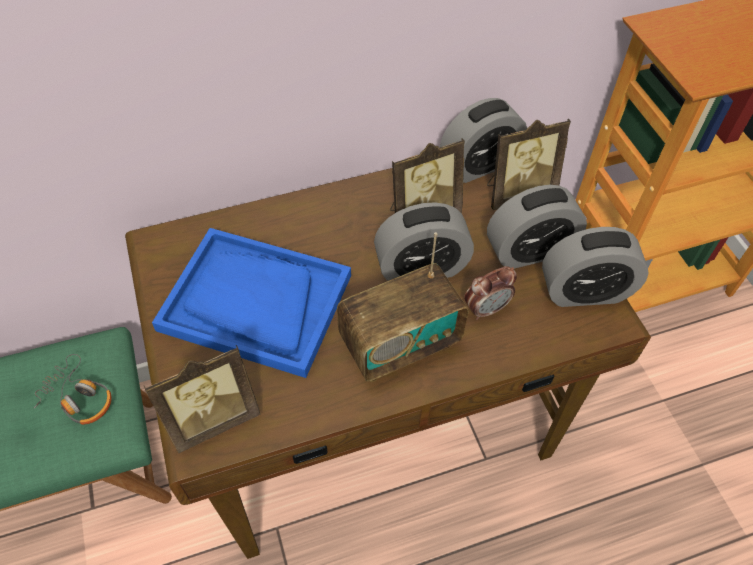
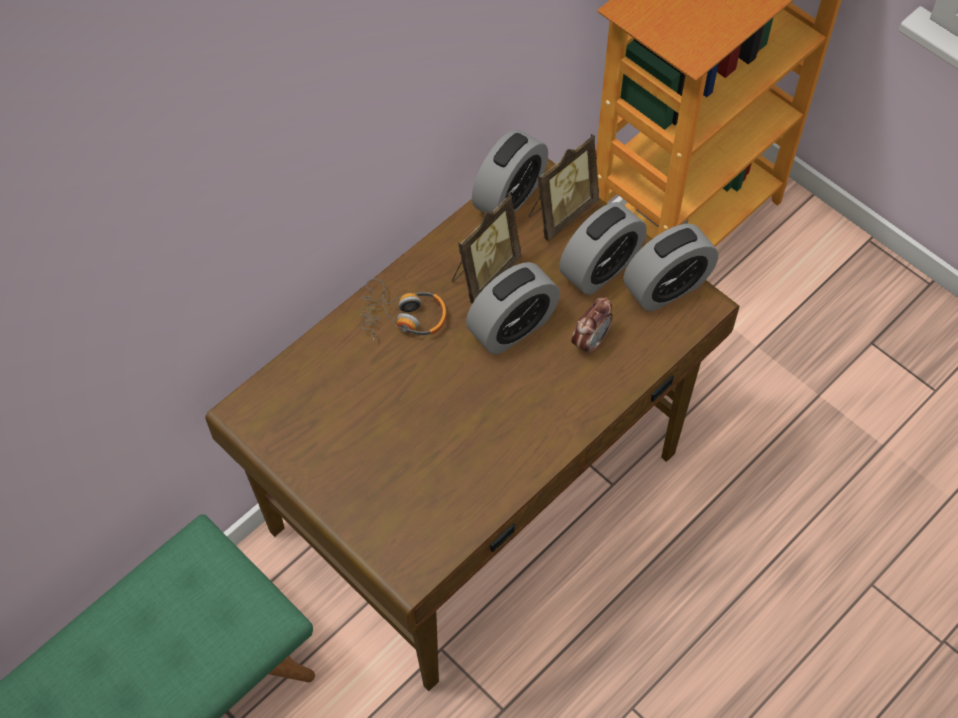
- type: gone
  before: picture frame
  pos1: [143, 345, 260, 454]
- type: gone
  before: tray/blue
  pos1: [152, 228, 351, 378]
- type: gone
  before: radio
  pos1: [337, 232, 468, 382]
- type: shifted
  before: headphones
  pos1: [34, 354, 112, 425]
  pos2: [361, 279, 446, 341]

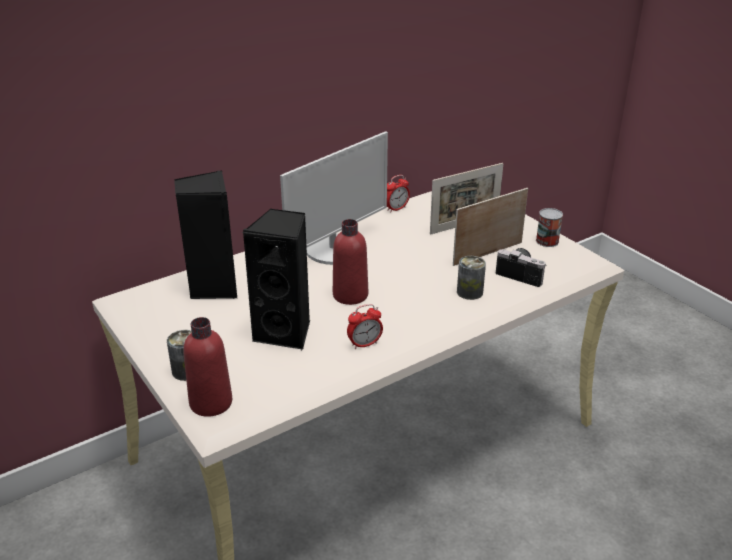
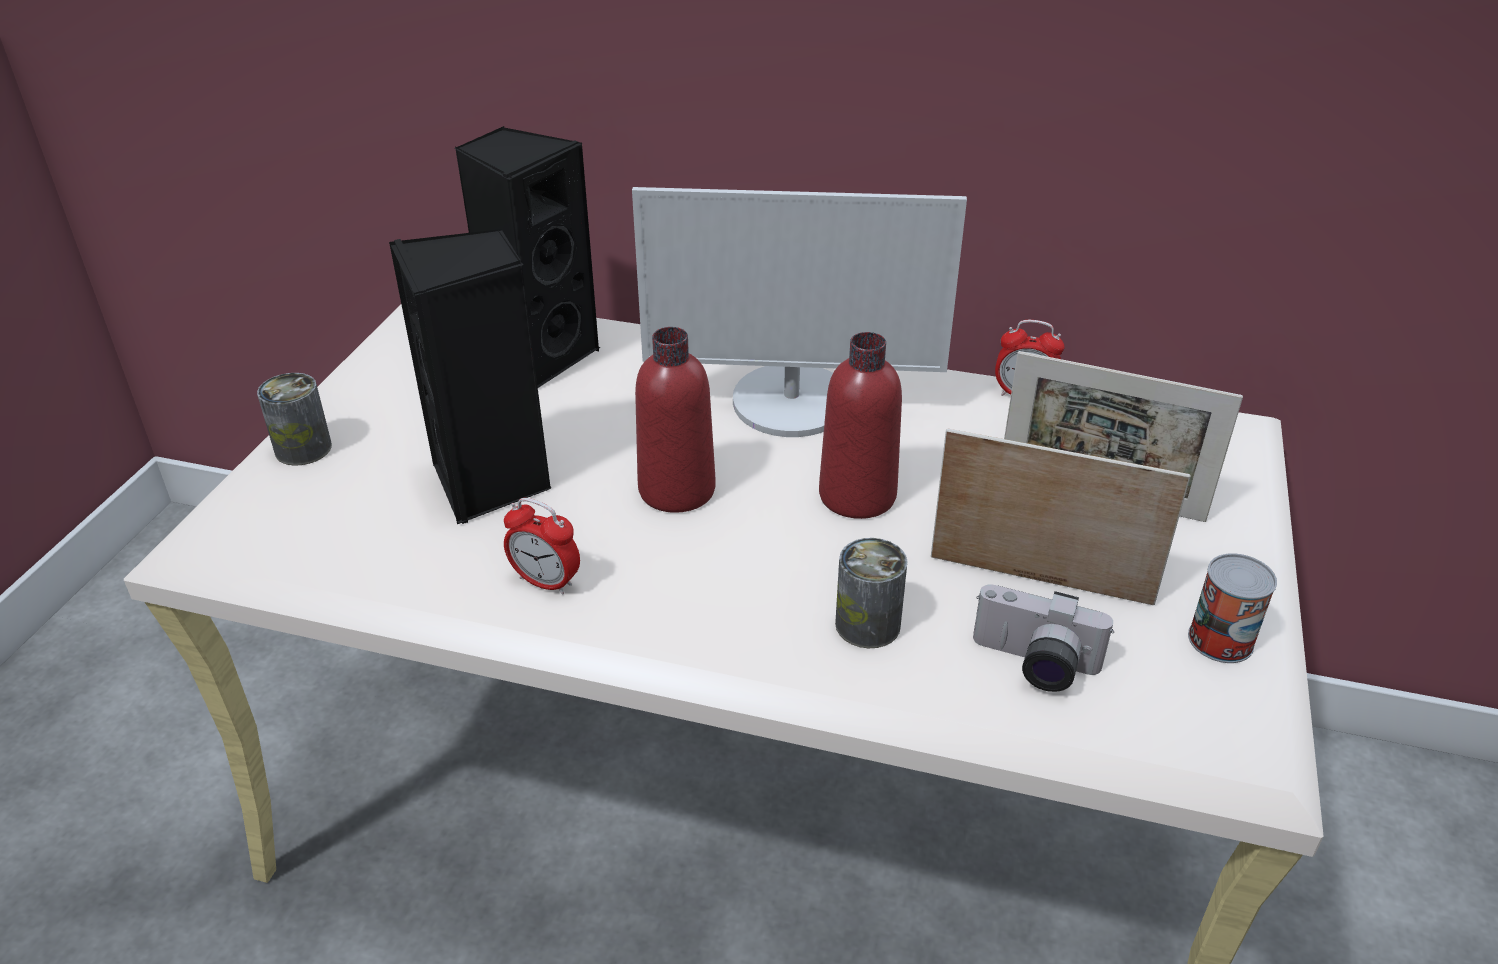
- type: shifted
  before: bottle/red
  pos1: [183, 317, 232, 417]
  pos2: [819, 332, 902, 519]
- type: rotated
  before: photo camera
  pos1: [496, 248, 546, 287]
  pos2: [973, 584, 1114, 692]
  turn: 120

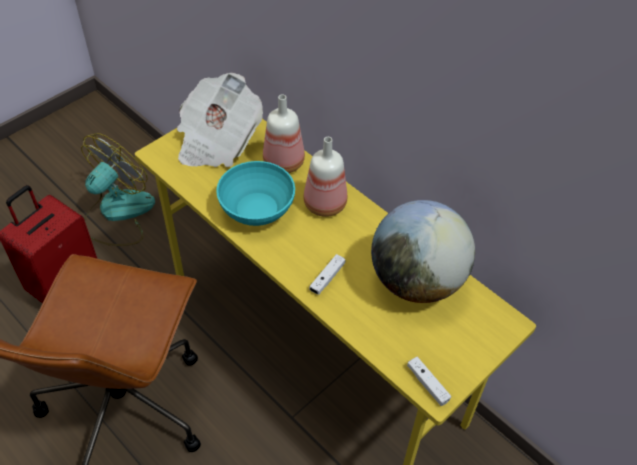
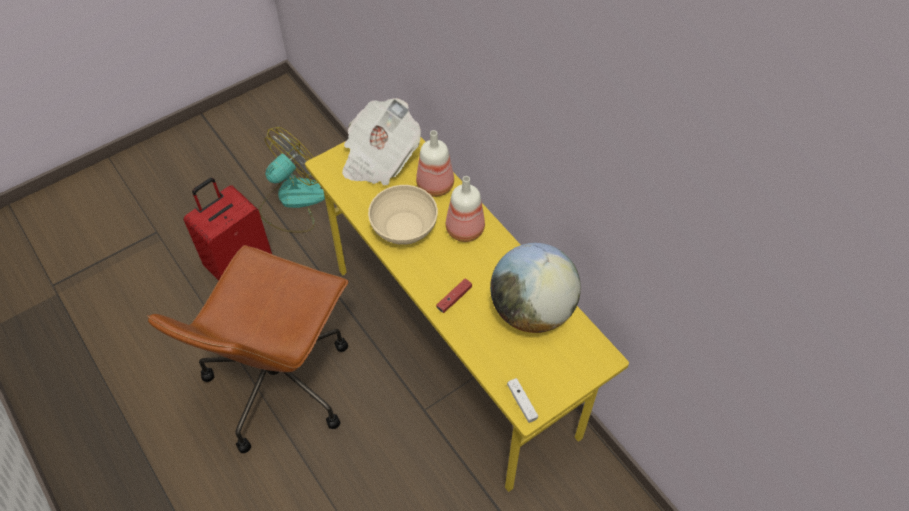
- type: repainted
  before: bowl/turquoise
  after: bowl/beige
  pos1: [216, 161, 295, 226]
  pos2: [368, 185, 438, 245]
- type: repainted
  before: game controller/white
  after: game controller/red
  pos1: [309, 254, 345, 295]
  pos2: [436, 279, 472, 313]

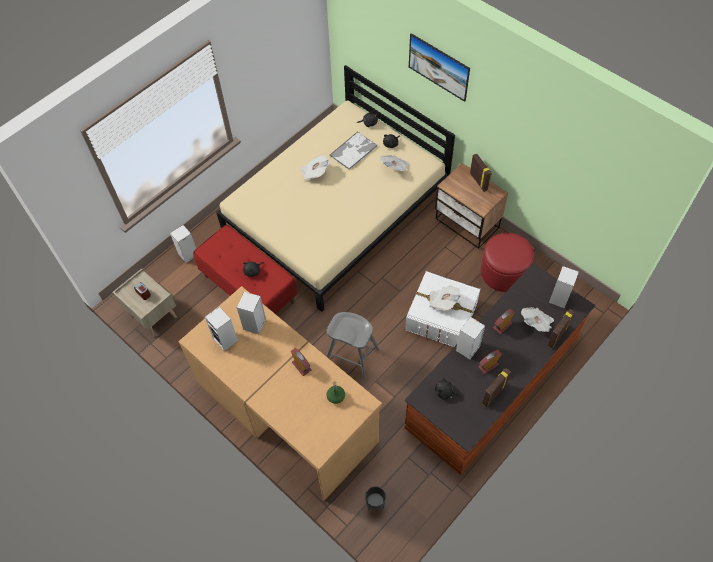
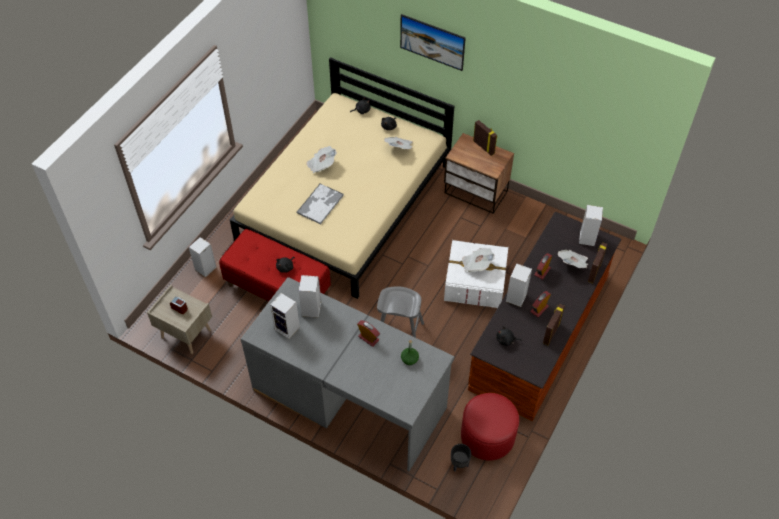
- type: shifted
  before: tray
  pos1: [330, 132, 377, 170]
  pos2: [296, 184, 344, 225]
- type: shifted
  before: ottoman/red
  pos1: [481, 233, 534, 292]
  pos2: [461, 393, 519, 461]
- type: repainted
  before: desk/brown
  after: desk/grey
  pos1: [178, 286, 382, 501]
  pos2: [241, 277, 454, 472]

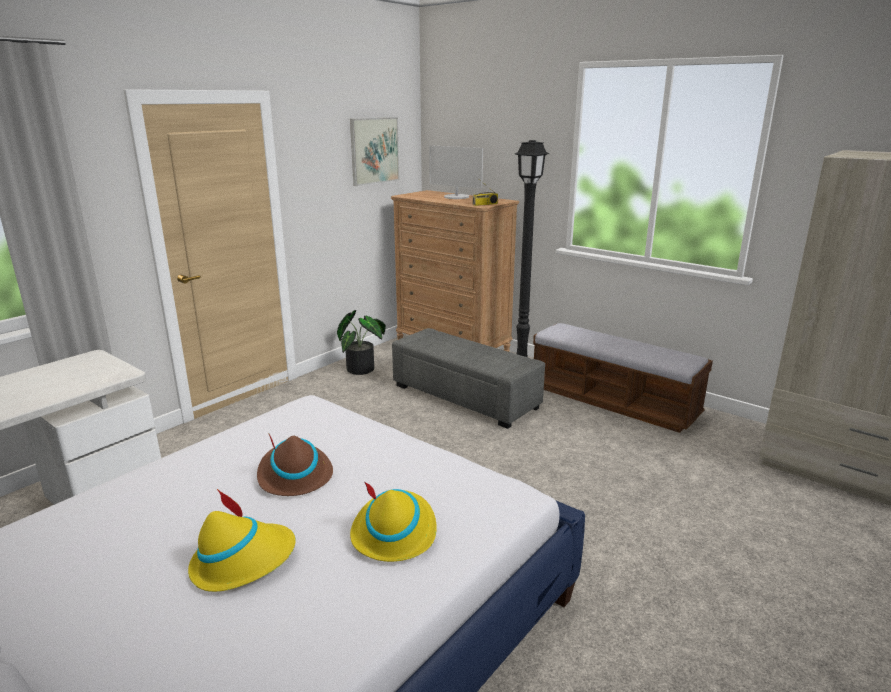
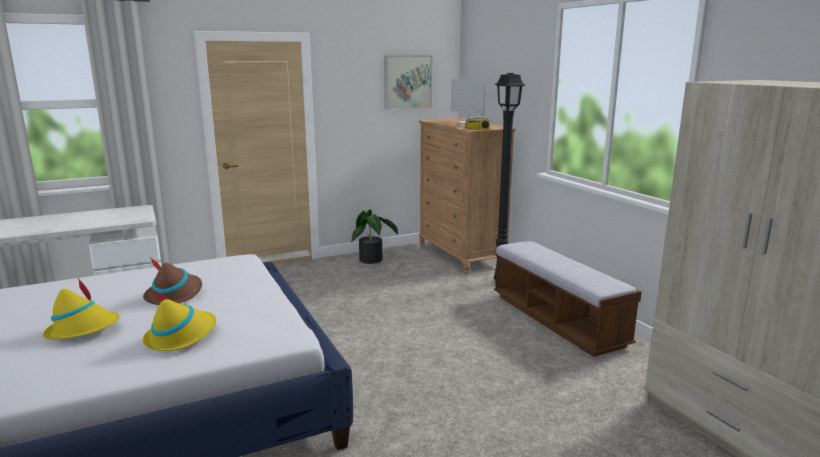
- type: gone
  before: ottoman/grey
  pos1: [392, 328, 545, 429]

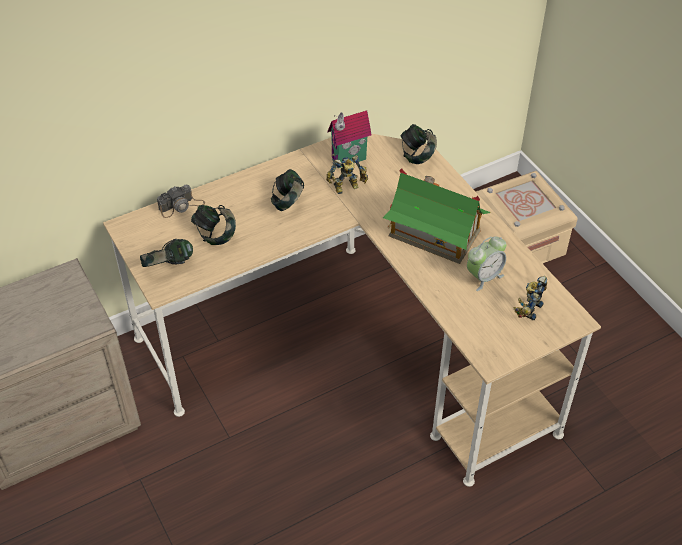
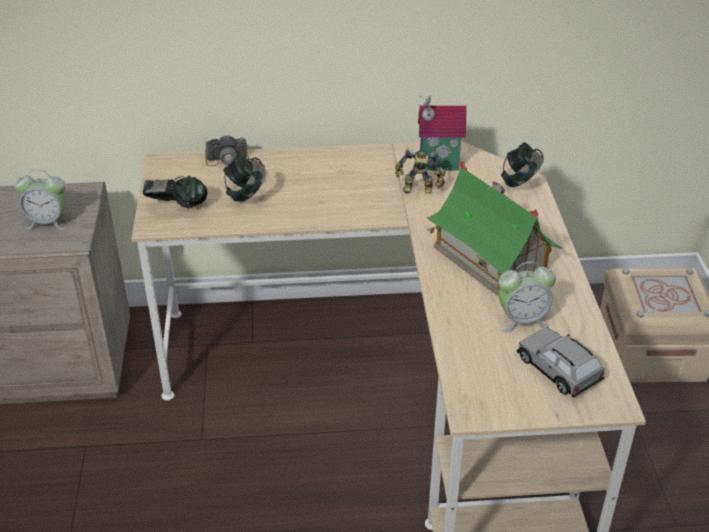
- type: gone
  before: headphones
  pos1: [271, 169, 304, 211]
- type: new
  after: alarm clock
  pos2: [15, 170, 67, 230]
- type: swapped
  before: toy robot
  after: toy car/grey
  pos1: [513, 276, 547, 320]
  pos2: [517, 327, 605, 397]

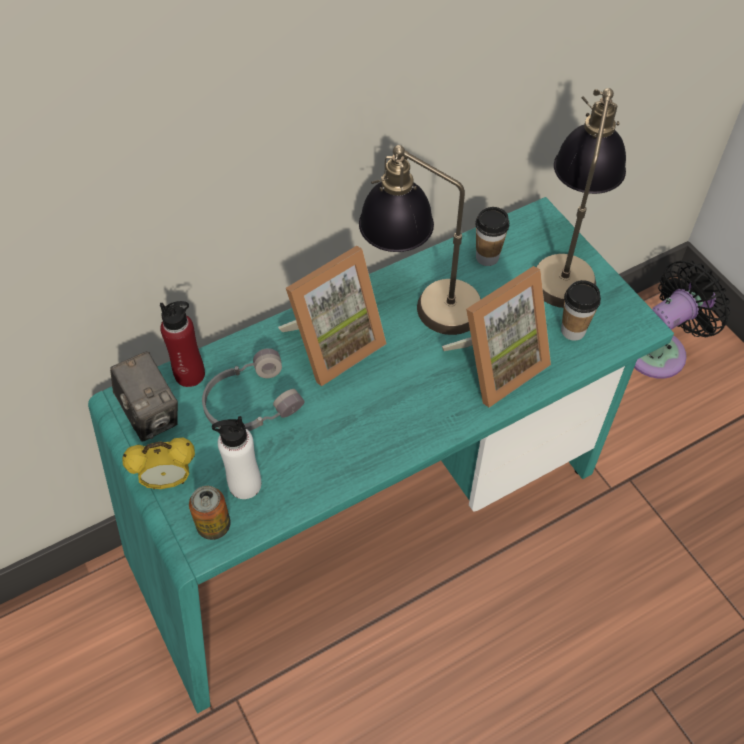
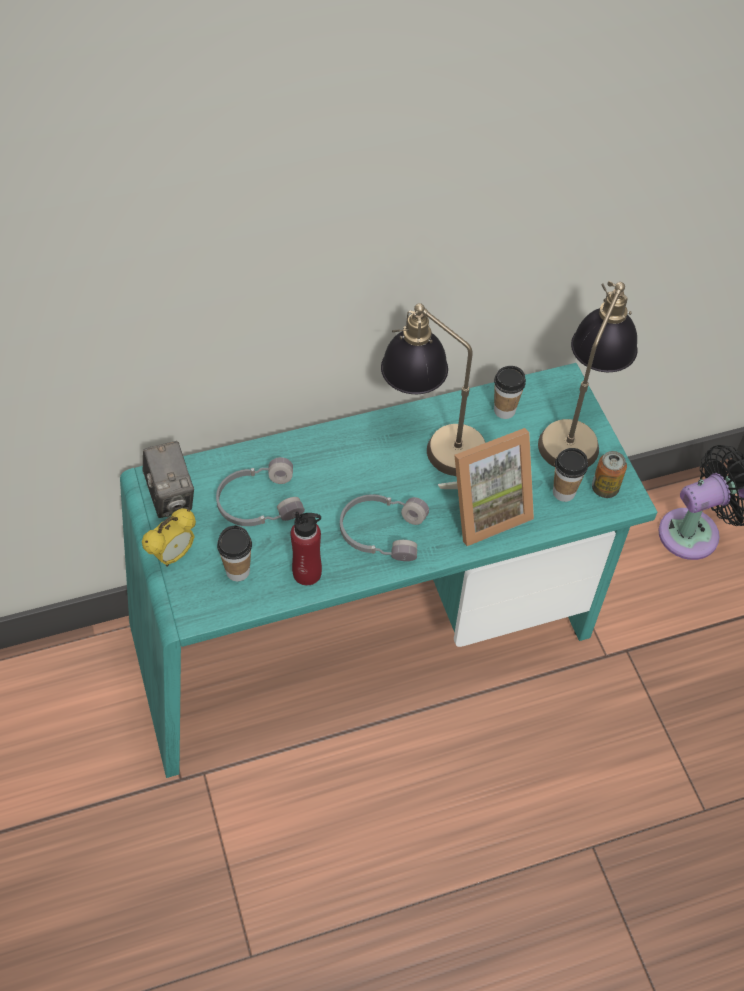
- type: gone
  before: picture frame
  pos1: [278, 246, 386, 386]
- type: new
  after: headphones/grey
  pos2: [340, 494, 429, 561]
- type: shifted
  before: bottle/red
  pos1: [160, 301, 205, 387]
  pos2: [290, 511, 322, 585]
- type: shifted
  before: can
  pos1: [189, 486, 231, 540]
  pos2: [592, 451, 627, 498]
- type: swapped
  before: bottle/white
  after: cup
  pos1: [212, 416, 261, 499]
  pos2: [217, 525, 252, 581]
- type: rotated
  before: alarm clock
  pos1: [122, 438, 195, 489]
  pos2: [142, 508, 196, 566]
  turn: -45

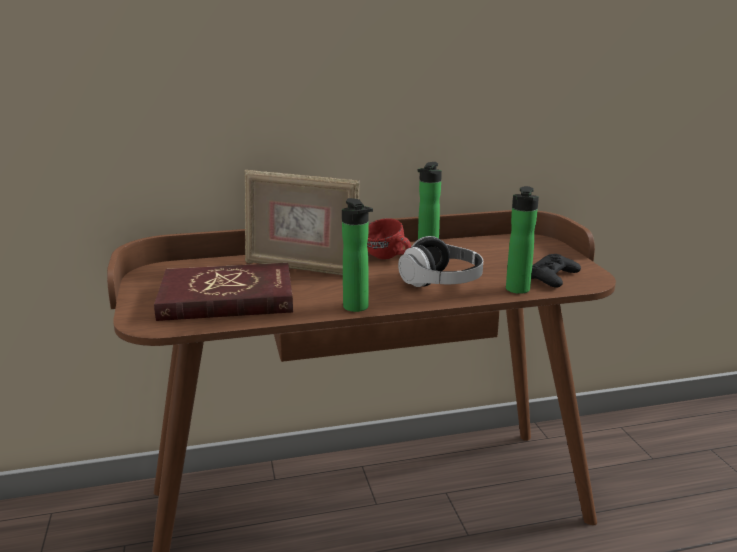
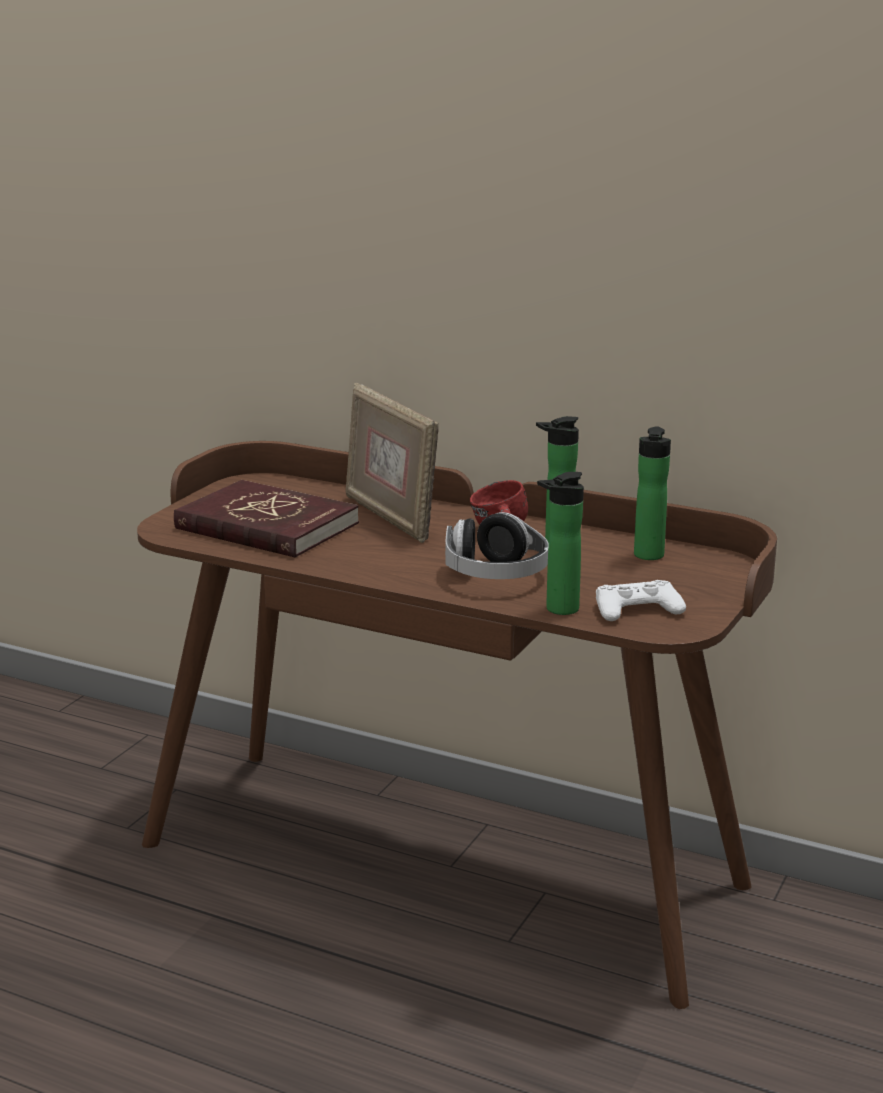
- type: shifted
  before: bottle
  pos1: [342, 198, 373, 312]
  pos2: [634, 426, 671, 560]
- type: repainted
  before: game controller/black
  after: game controller/white
  pos1: [531, 254, 581, 288]
  pos2: [596, 580, 686, 621]

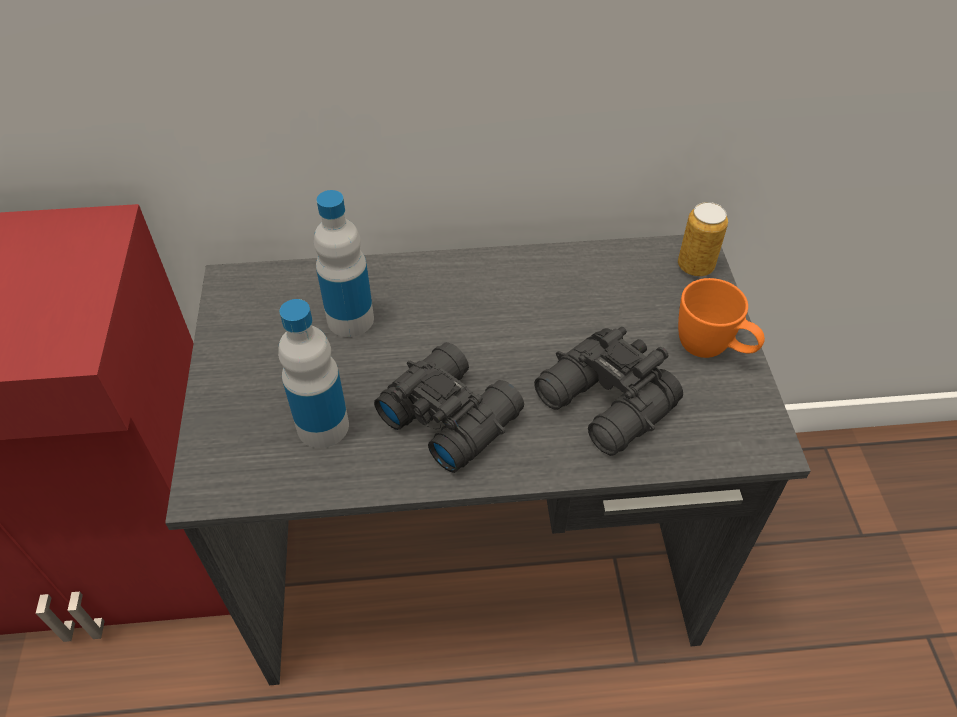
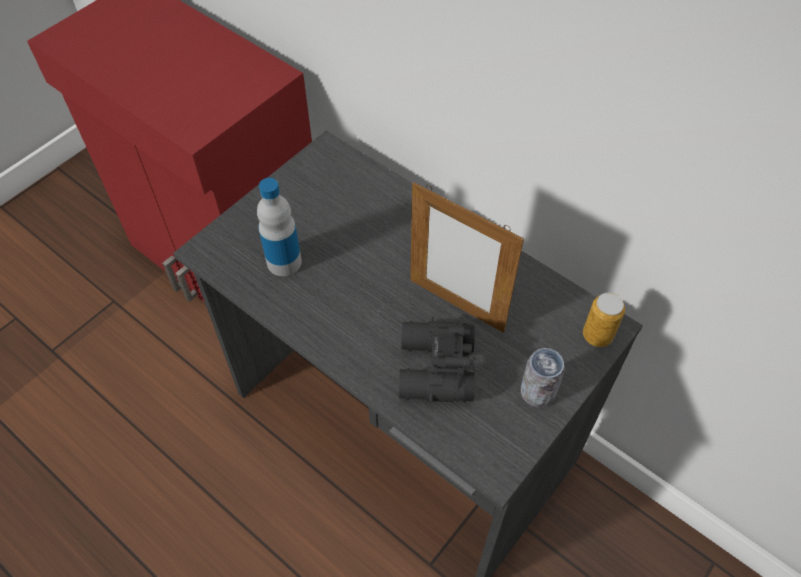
- type: gone
  before: bottle
  pos1: [314, 190, 374, 337]
- type: gone
  before: binoculars/black
  pos1: [374, 342, 524, 473]
- type: new
  after: picture frame
  pos2: [410, 182, 524, 333]
- type: swapped
  before: mug/orange
  after: can
  pos1: [678, 278, 765, 358]
  pos2: [520, 348, 565, 408]

